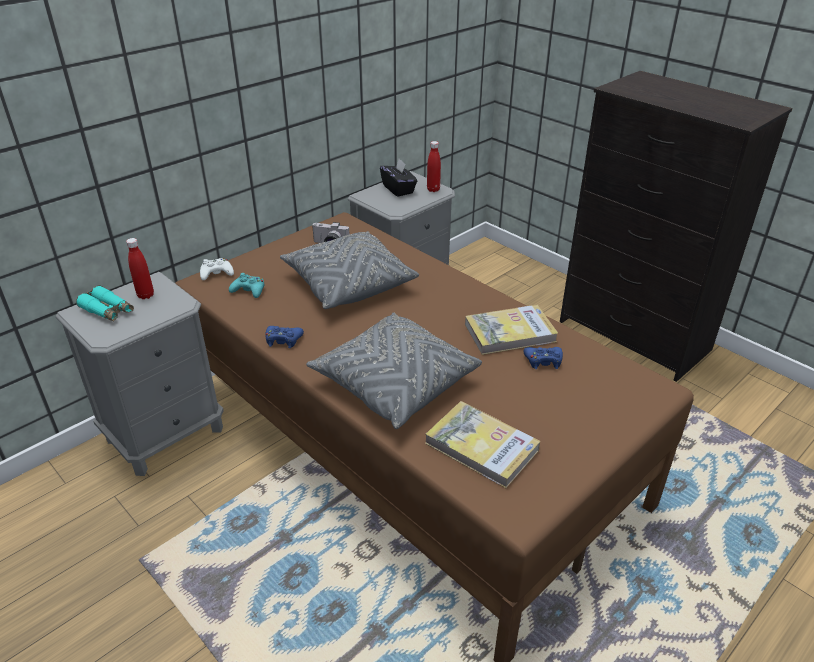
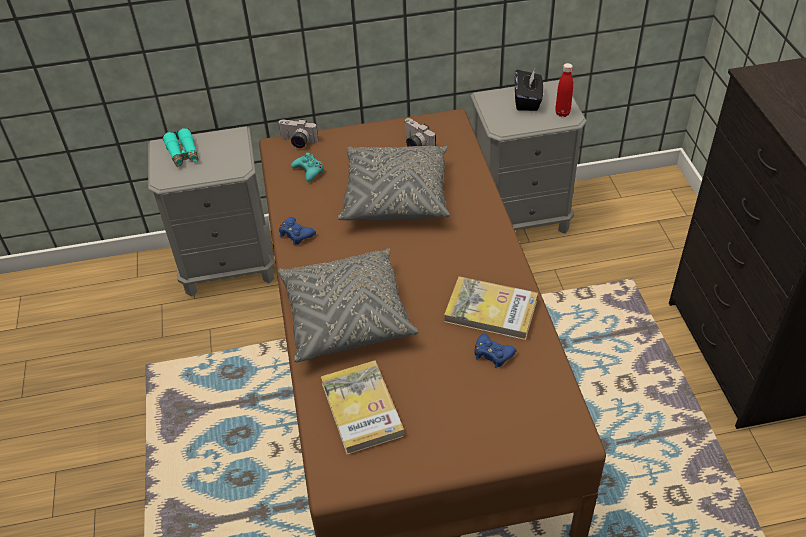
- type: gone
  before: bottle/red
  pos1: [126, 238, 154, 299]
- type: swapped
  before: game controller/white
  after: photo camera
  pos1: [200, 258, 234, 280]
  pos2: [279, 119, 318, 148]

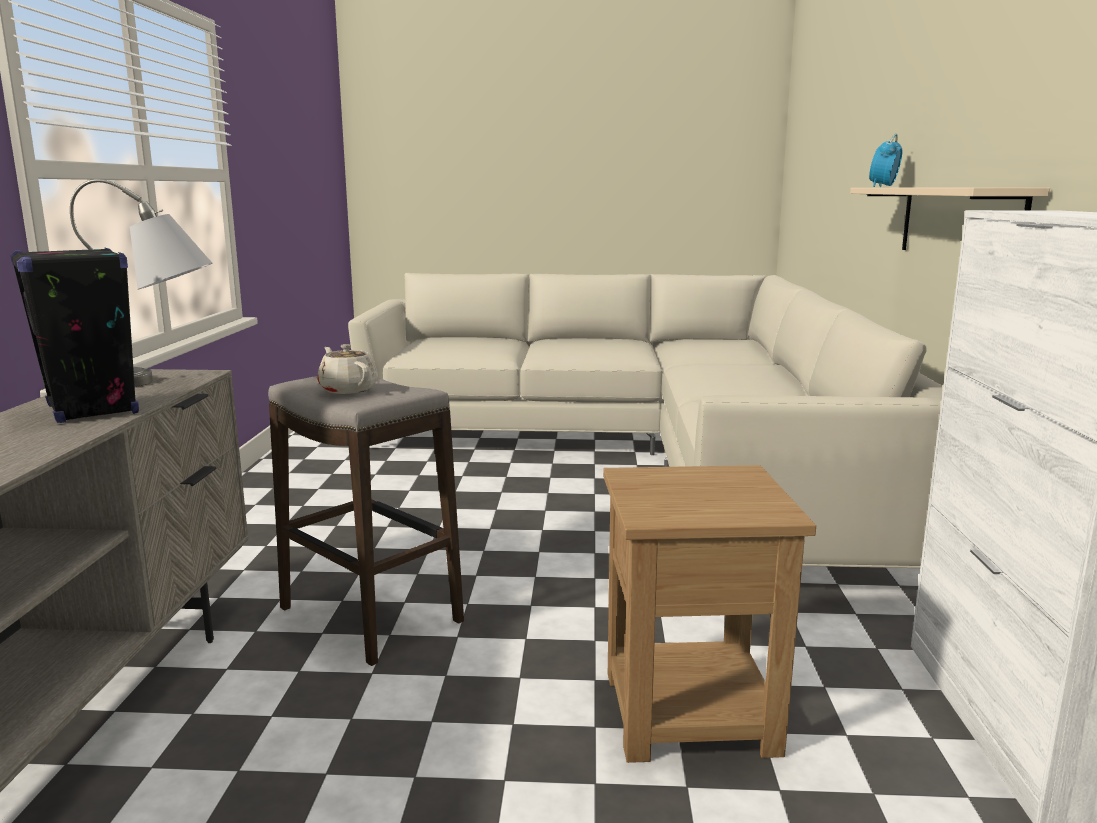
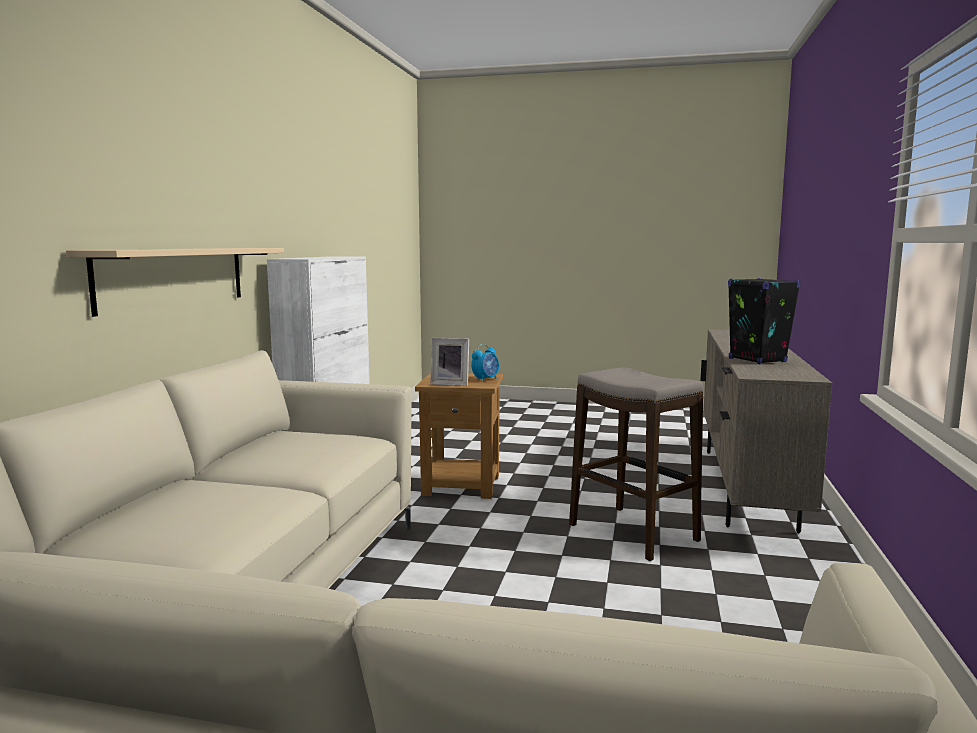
- type: gone
  before: table lamp/grey
  pos1: [70, 179, 213, 387]
- type: gone
  before: teapot/beige
  pos1: [317, 344, 378, 394]
- type: new
  after: picture frame
  pos2: [430, 338, 469, 386]
- type: shifted
  before: alarm clock
  pos1: [869, 134, 902, 187]
  pos2: [471, 344, 499, 382]

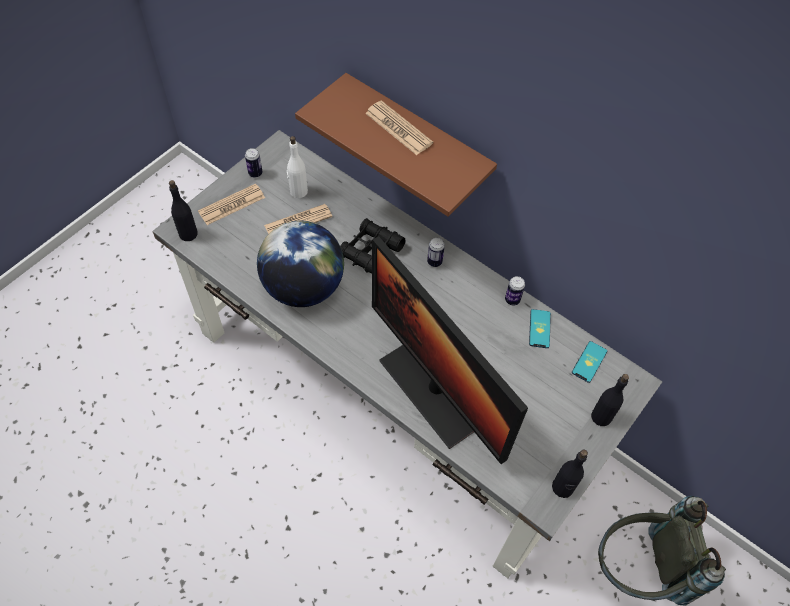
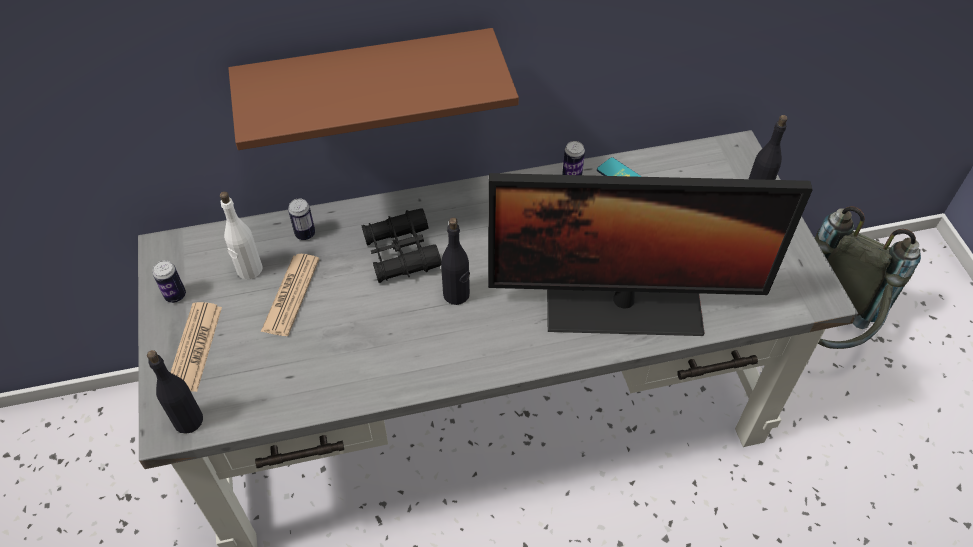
- type: gone
  before: globe
  pos1: [257, 220, 344, 307]
- type: gone
  before: newspaper
  pos1: [365, 100, 433, 155]
- type: gone
  before: phone
  pos1: [572, 341, 607, 383]
- type: shifted
  before: can
  pos1: [427, 238, 445, 267]
  pos2: [288, 198, 315, 240]
- type: shifted
  before: bottle/black
  pos1: [552, 450, 588, 498]
  pos2: [441, 217, 470, 305]

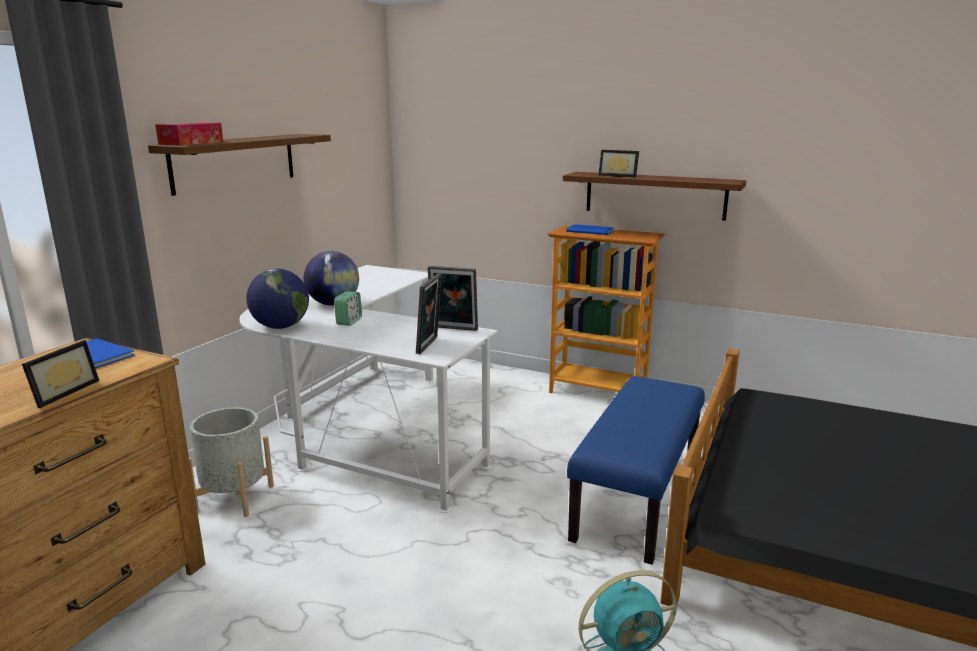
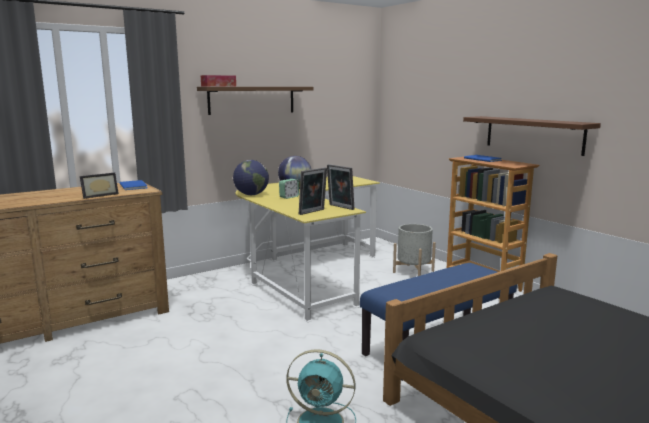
- type: gone
  before: picture frame
  pos1: [598, 150, 639, 177]
- type: shifted
  before: planter/grey
  pos1: [189, 407, 274, 517]
  pos2: [393, 224, 436, 276]
- type: repainted
  before: desk/white
  after: desk/yellow
  pos1: [239, 265, 497, 513]
  pos2: [236, 176, 380, 322]

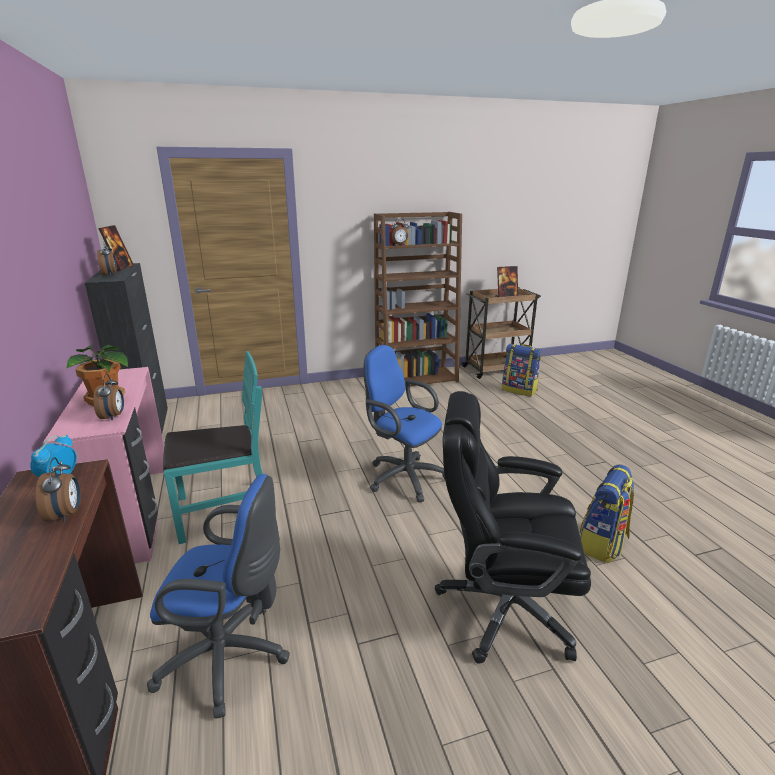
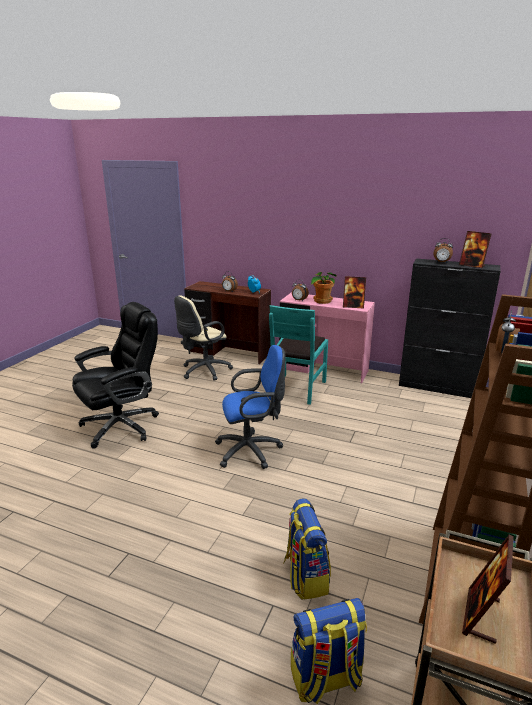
- type: new
  after: picture frame
  pos2: [343, 276, 366, 309]
- type: shifted
  before: backpack
  pos1: [579, 464, 634, 563]
  pos2: [283, 498, 331, 600]
- type: repainted
  before: office chair/blue
  after: office chair/beige
  pos1: [147, 474, 290, 719]
  pos2: [174, 295, 233, 381]

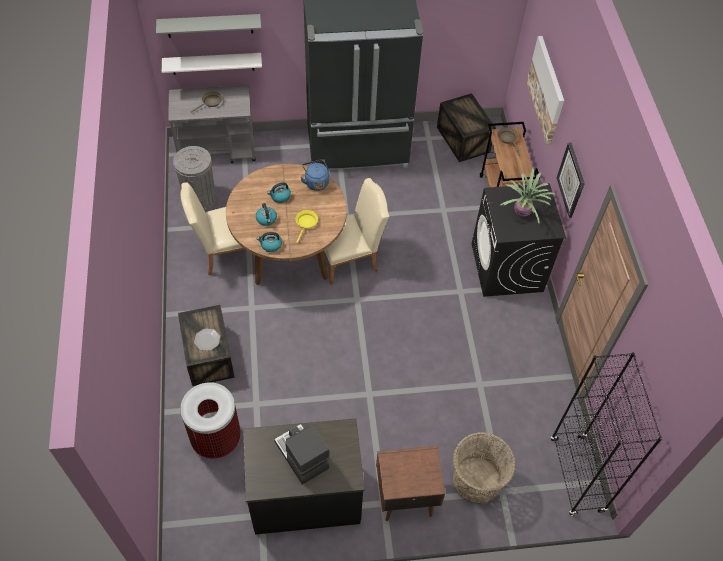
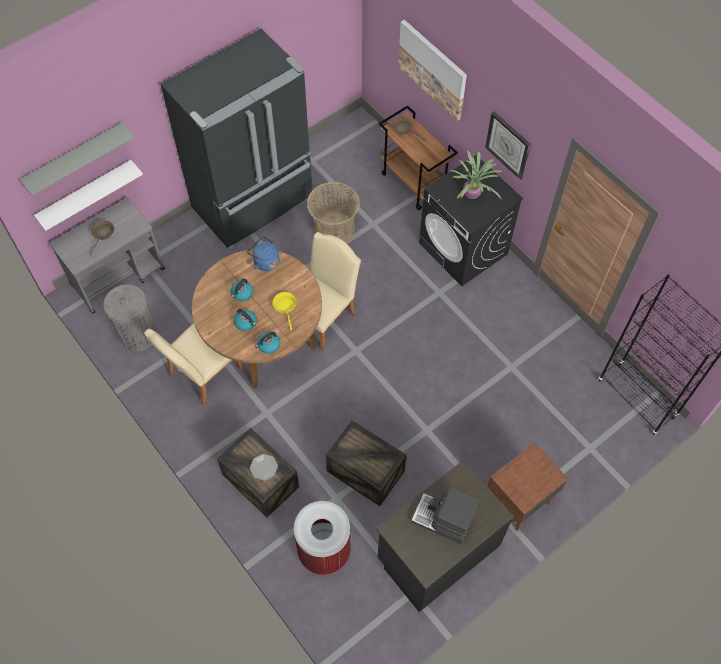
- type: shifted
  before: crate
  pos1: [437, 93, 496, 162]
  pos2: [326, 420, 407, 506]
- type: shifted
  before: basket
  pos1: [453, 432, 515, 504]
  pos2: [307, 182, 360, 243]

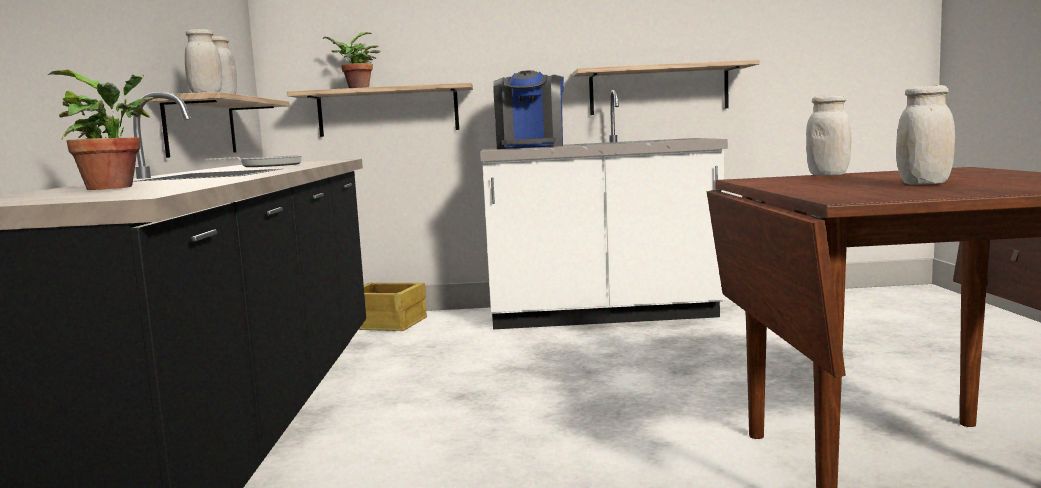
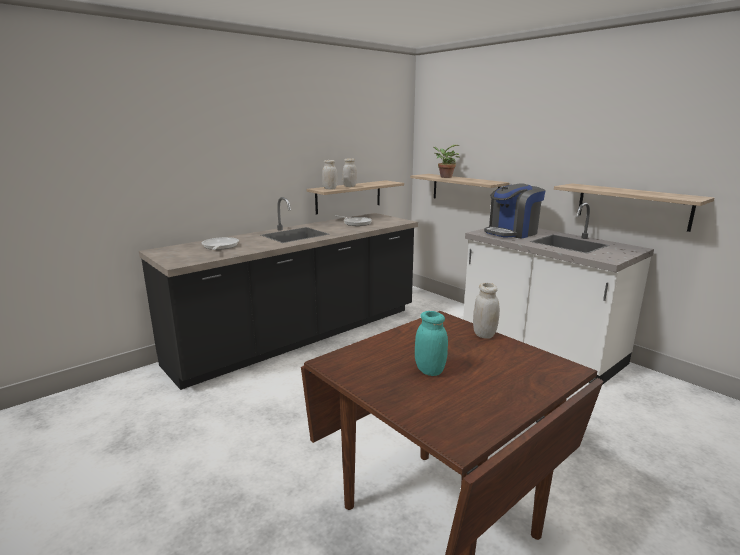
- type: gone
  before: crate
  pos1: [359, 283, 427, 331]
- type: swapped
  before: potted plant
  after: frying pan
  pos1: [48, 70, 153, 190]
  pos2: [201, 237, 239, 250]
- type: repainted
  before: jar/white
  after: jar/turquoise
  pos1: [896, 85, 955, 185]
  pos2: [415, 311, 448, 376]

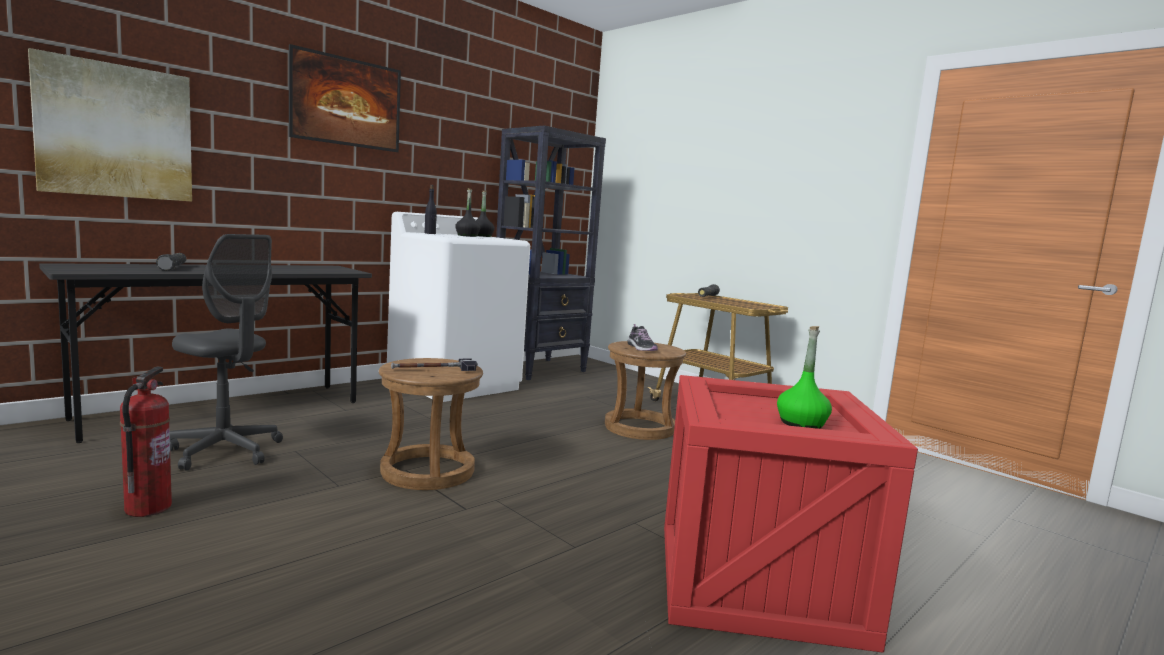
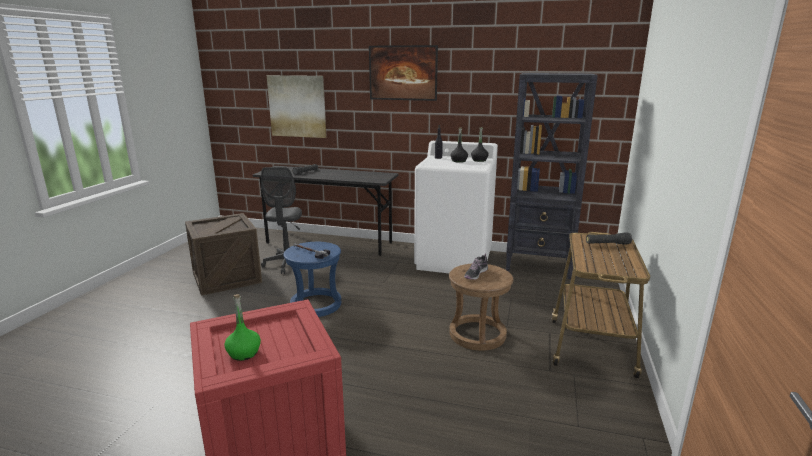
- type: swapped
  before: fire extinguisher
  after: crate
  pos1: [120, 367, 172, 517]
  pos2: [185, 213, 262, 296]
- type: repainted
  before: stool/brown
  after: stool/blue
  pos1: [379, 358, 483, 490]
  pos2: [283, 242, 341, 317]

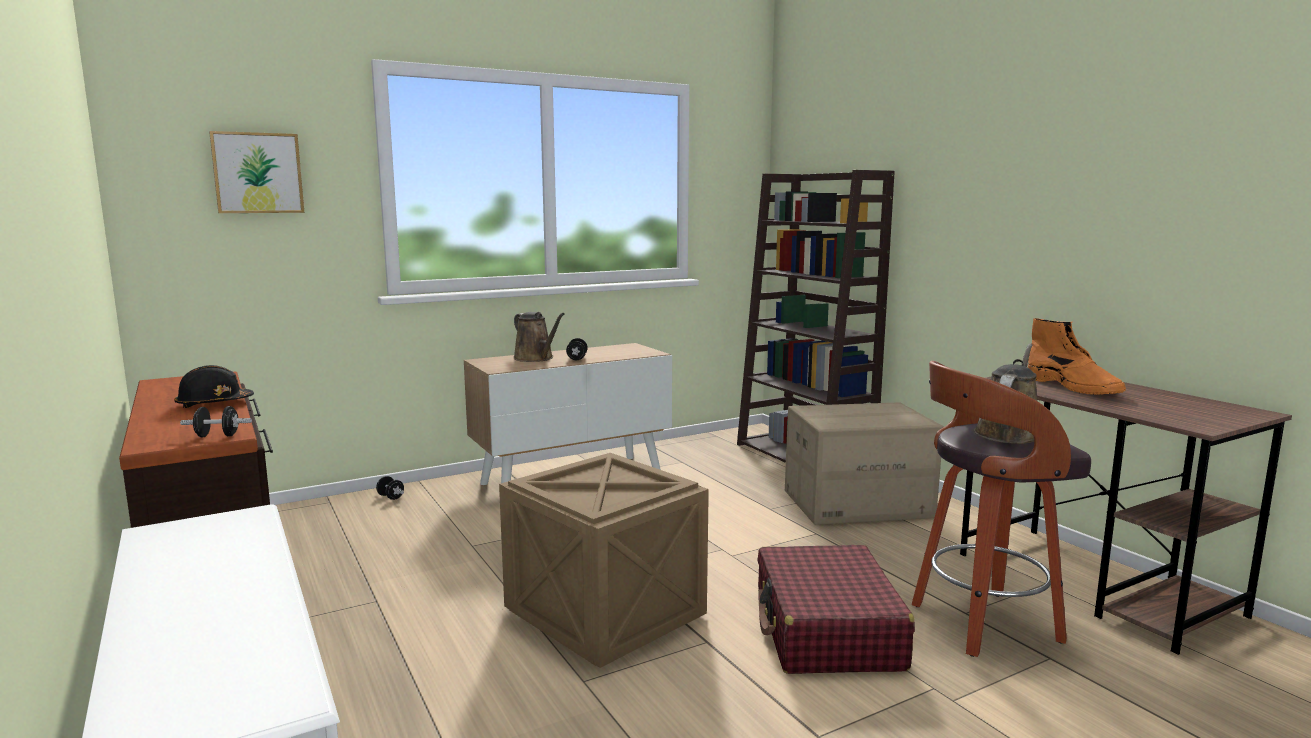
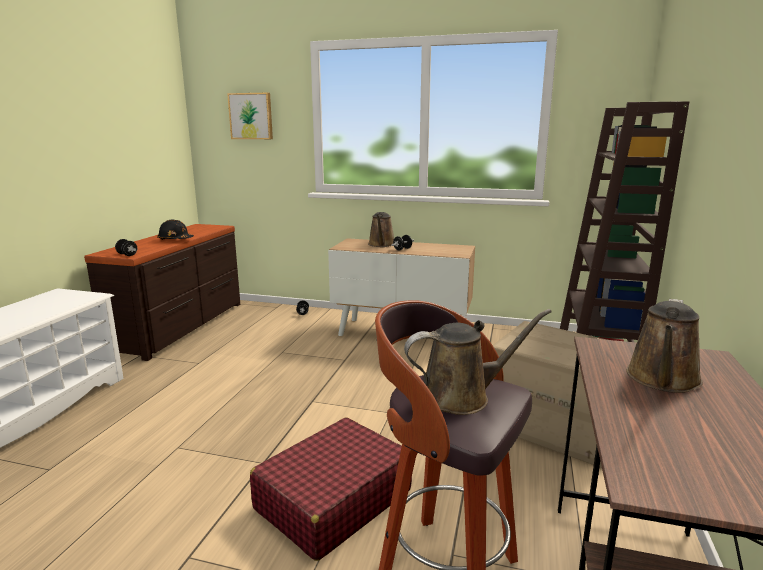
- type: gone
  before: crate
  pos1: [499, 453, 709, 668]
- type: swapped
  before: boot/orange
  after: watering can/brown
  pos1: [1028, 318, 1126, 395]
  pos2: [626, 299, 703, 393]

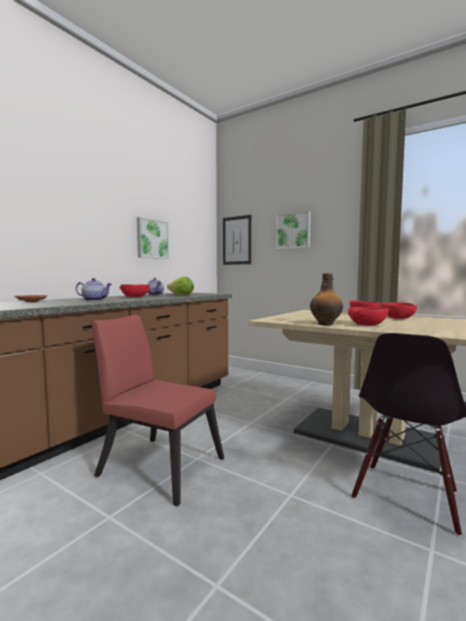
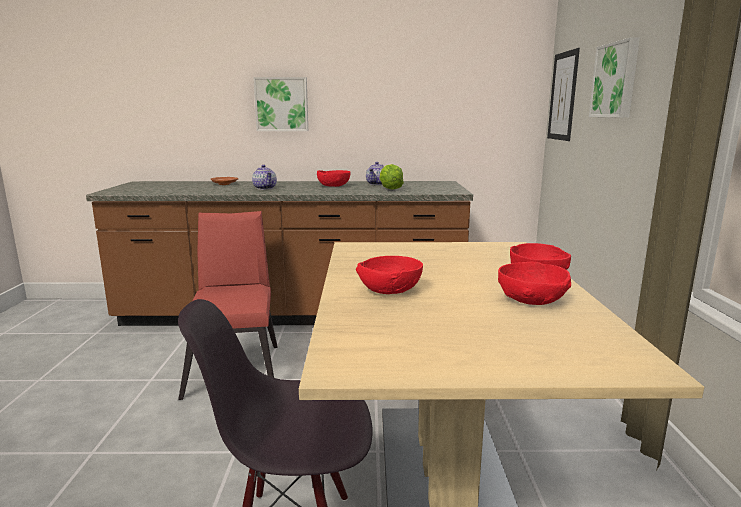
- type: gone
  before: bottle
  pos1: [310, 273, 343, 325]
- type: shifted
  before: picture
  pos1: [137, 217, 169, 259]
  pos2: [253, 77, 308, 131]

